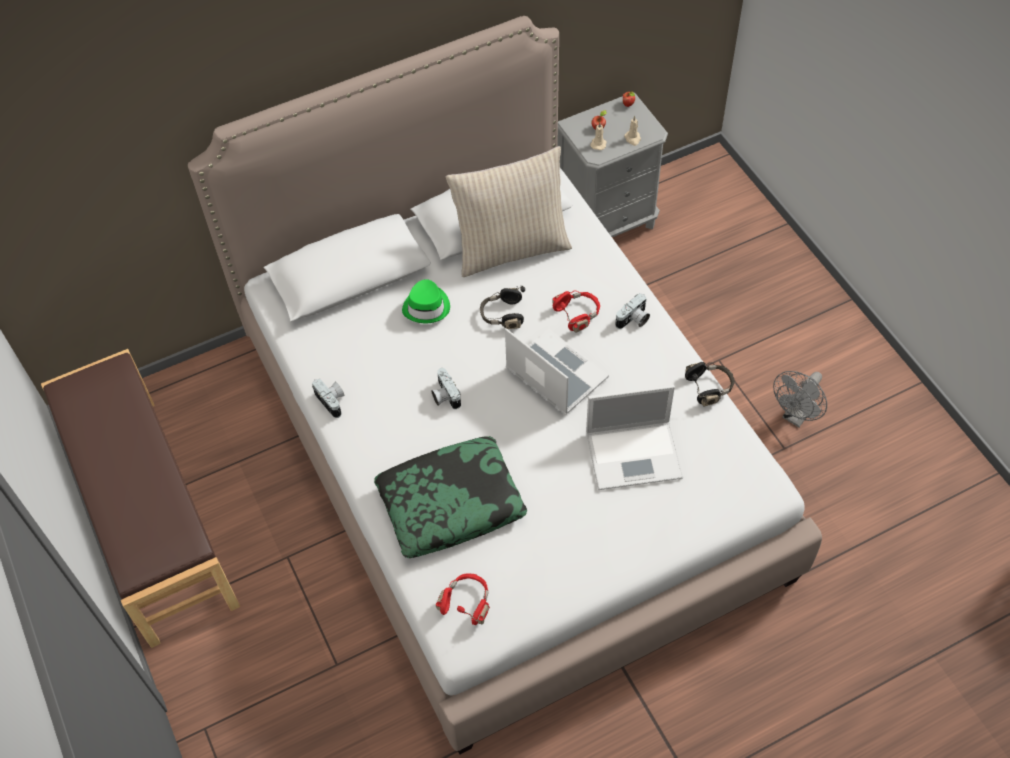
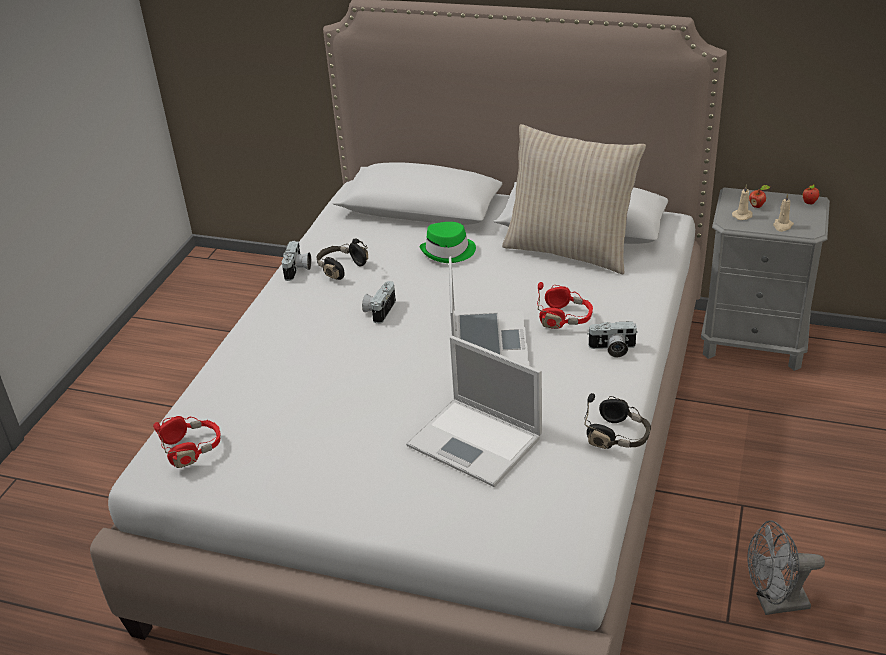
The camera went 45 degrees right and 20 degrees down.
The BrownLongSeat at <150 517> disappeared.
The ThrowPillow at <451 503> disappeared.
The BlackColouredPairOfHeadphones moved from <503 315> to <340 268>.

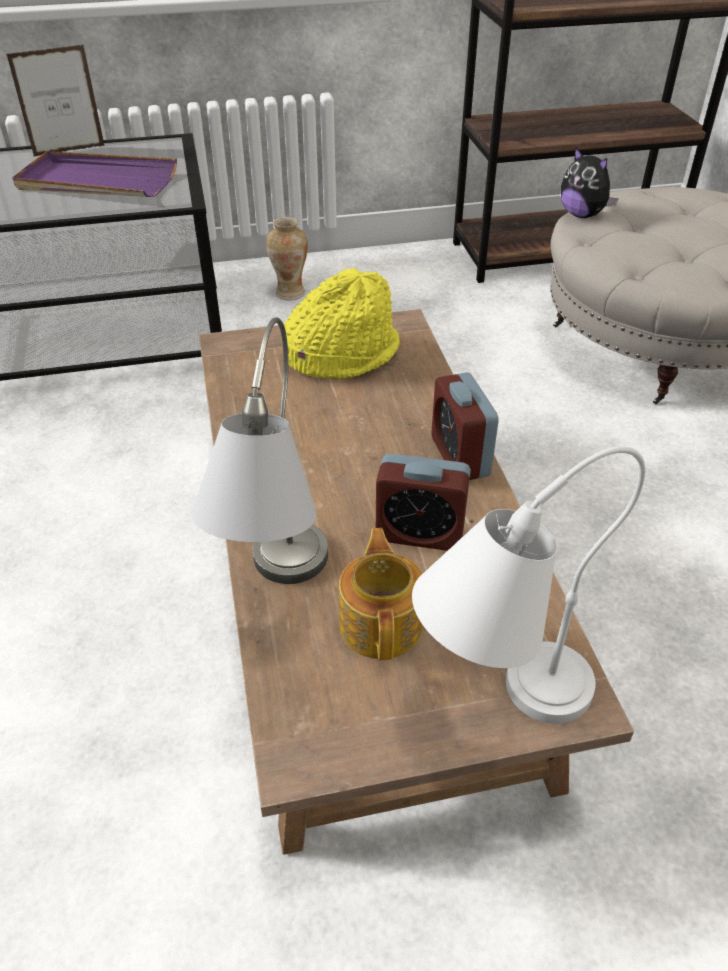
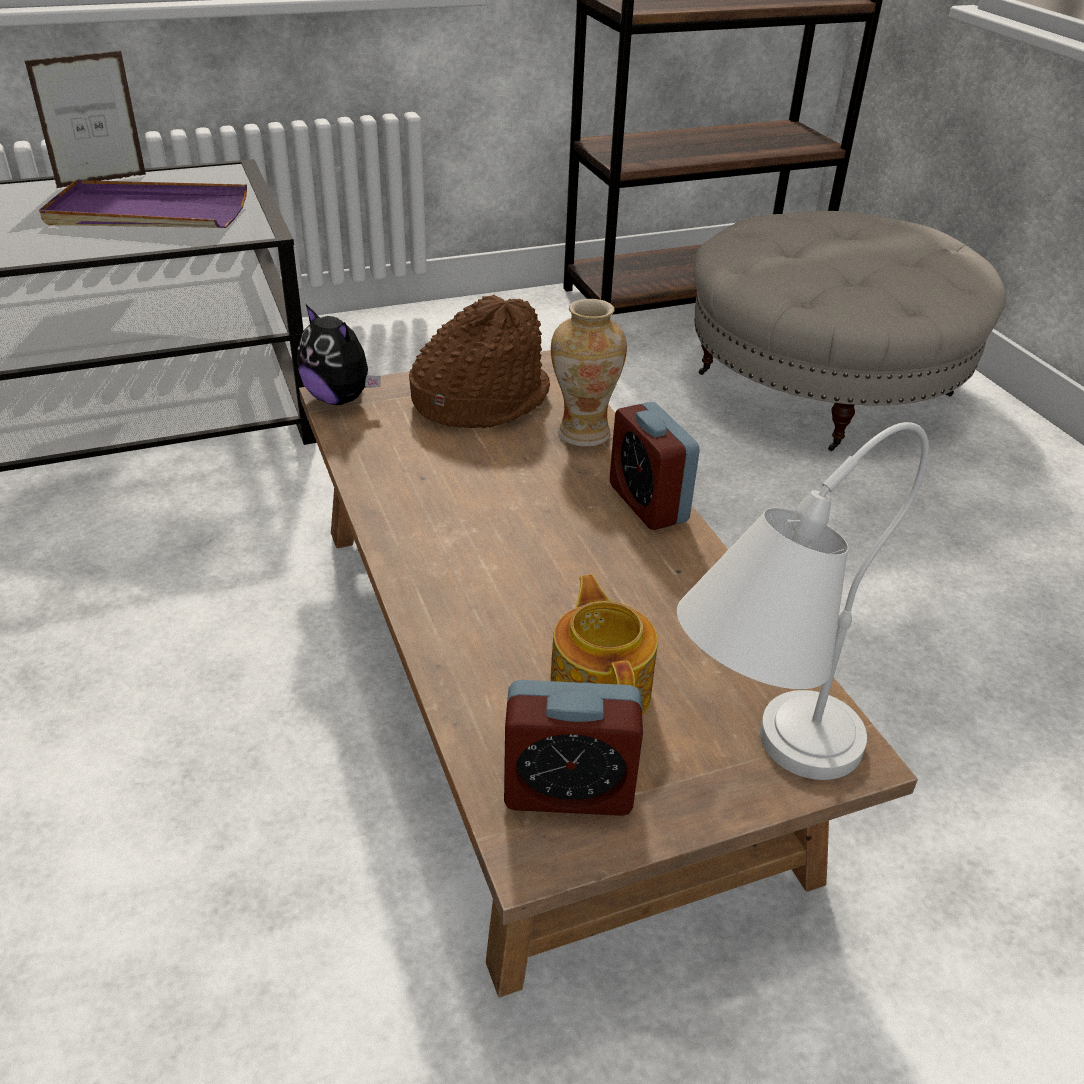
The camera went 10 degrees left and 5 degrees down.
The GrayTableLamp at <276 595> disappeared.
The DecorativeVase moved from <290 293> to <583 433>.
The YellowHat at <341 353> became the BrownHat at <480 400>.
The TableClock moved from <419 533> to <568 790>.
The CuddlyToy moved from <582 215> to <340 399>.

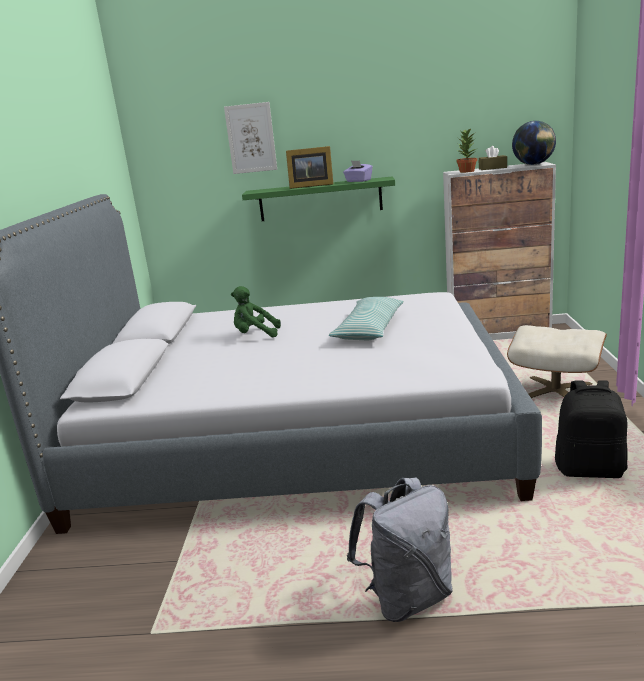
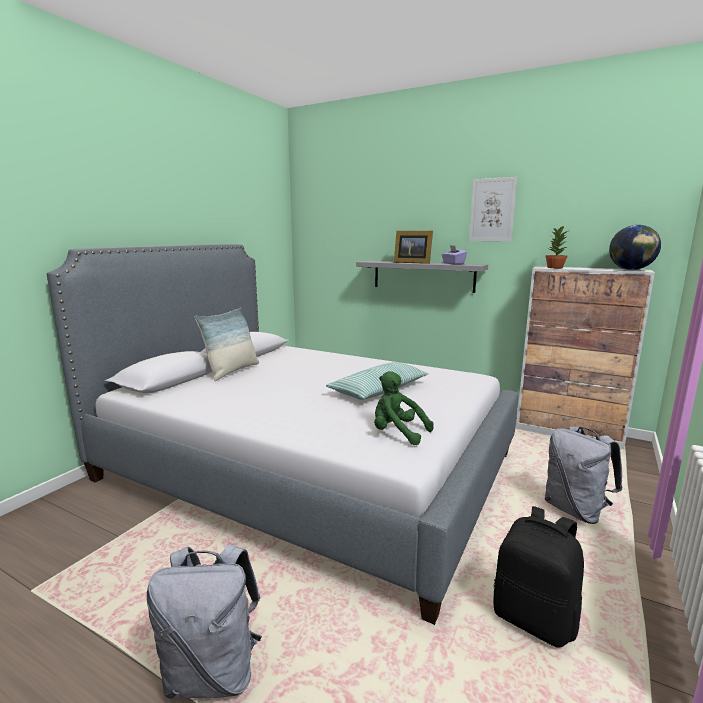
The camera went 25 degrees right and 5 degrees down.
The WallPicture moved from <251 138> to <492 210>.
The GreenishCuddlyToy moved from <255 335> to <397 433>.
The GreenishWallShelf at <320 199> became the GrayWallShelf at <423 276>.
The BrownTissueHolder at <492 168> disappeared.
The BeigeOttoman at <555 392> was replaced by the GrayBackpack at <575 510>.
The ThrowPillow at <232 371> appeared.

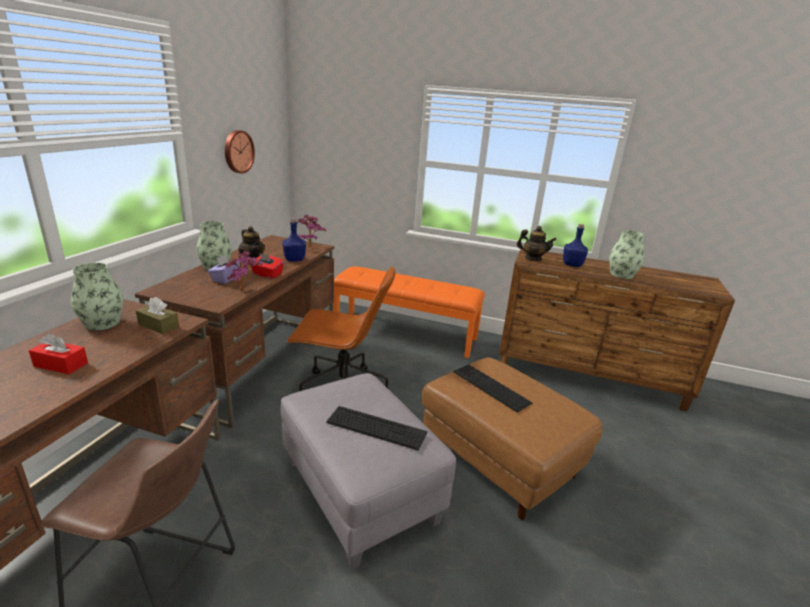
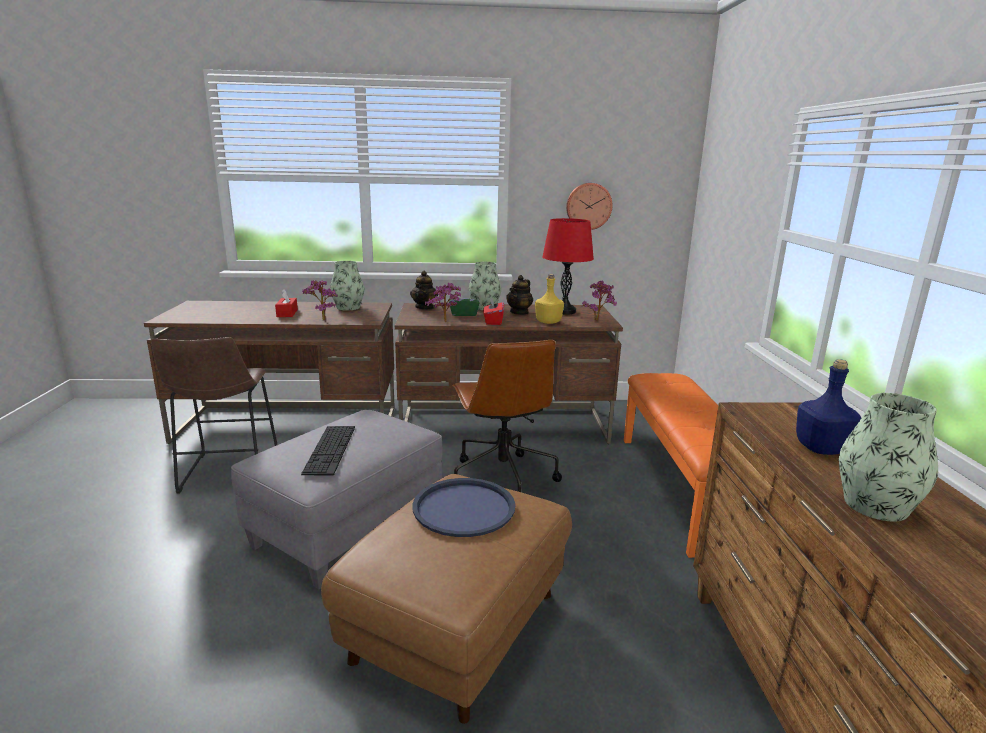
The camera went 70 degrees right and 5 degrees down.
The BrownTissueHolder at <158 325> disappeared.
The PurplishTissueHolder at <226 279> became the GreenishTissueHolder at <464 314>.
The BluishBottle at <295 259> became the YellowBottle at <548 322>.
The PcKeyboard at <491 387> was replaced by the BluishServingTray at <464 508>.
The TeaPot moved from <533 258> to <424 307>.
The PlantInAPot at <321 320> appeared.
The ReddishTableLamp at <564 311> appeared.

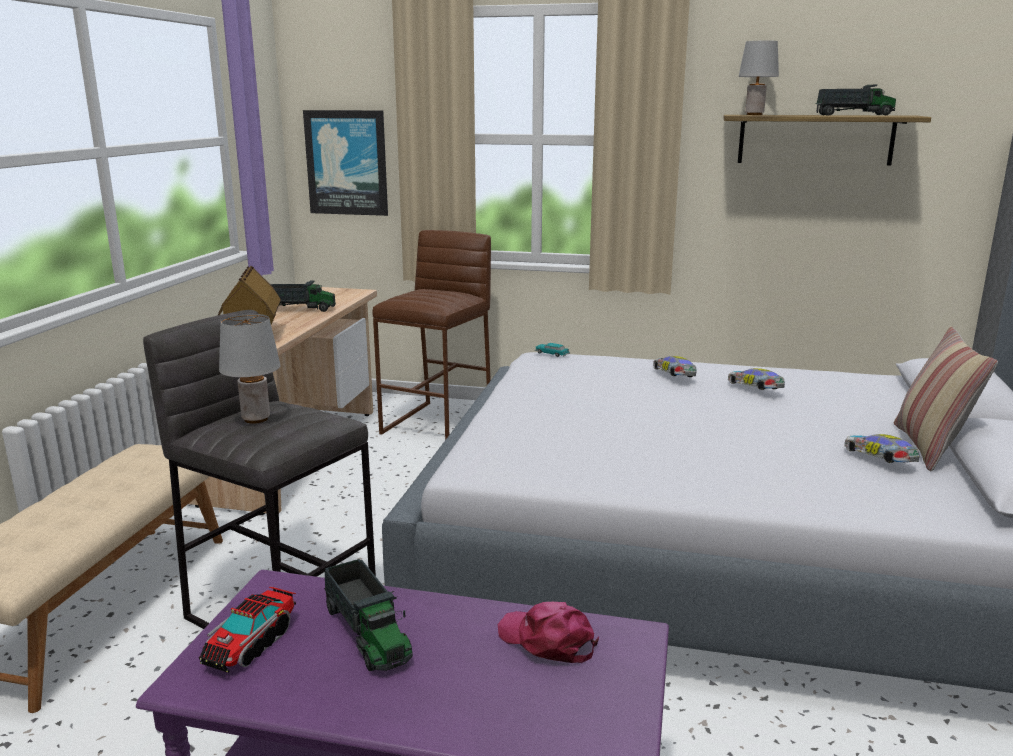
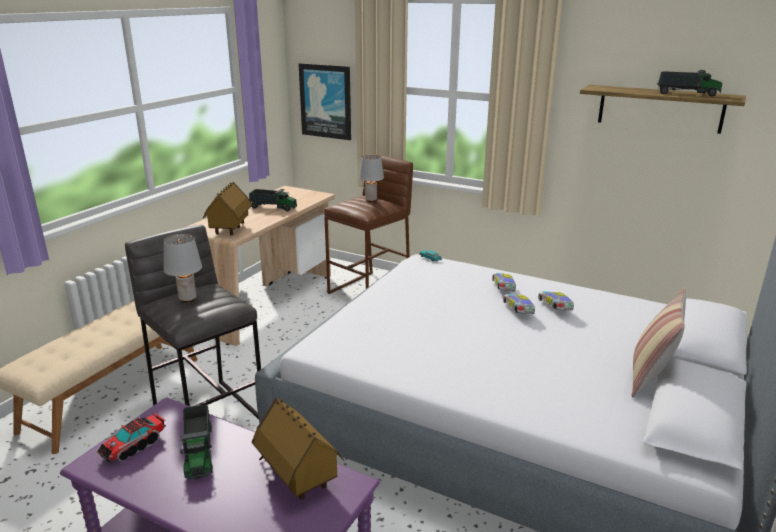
The camera went 15 degrees right and 5 degrees up.
The PinkColouredPeakedCap at <547 640> was replaced by the MiniatureHouse at <297 477>.
The GrayTableLamp moved from <754 115> to <371 200>.
The MiniatureCar moved from <880 461> to <518 311>.

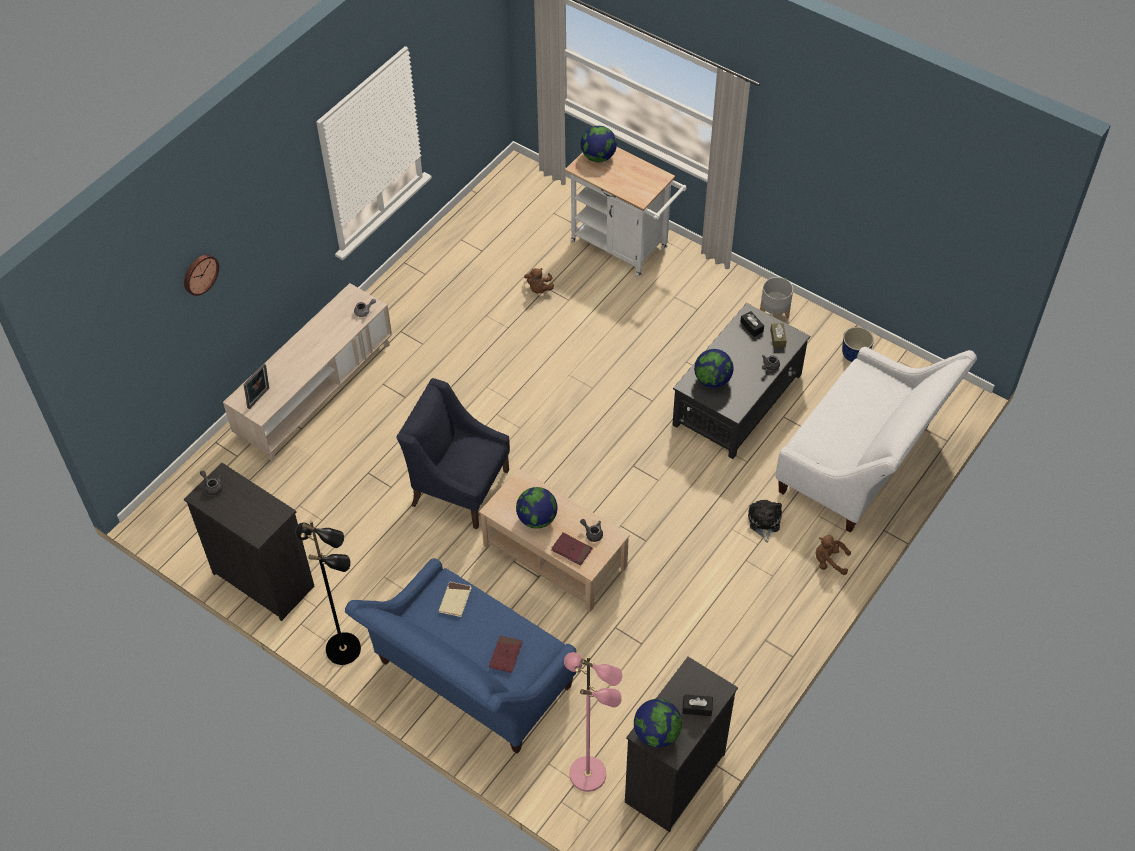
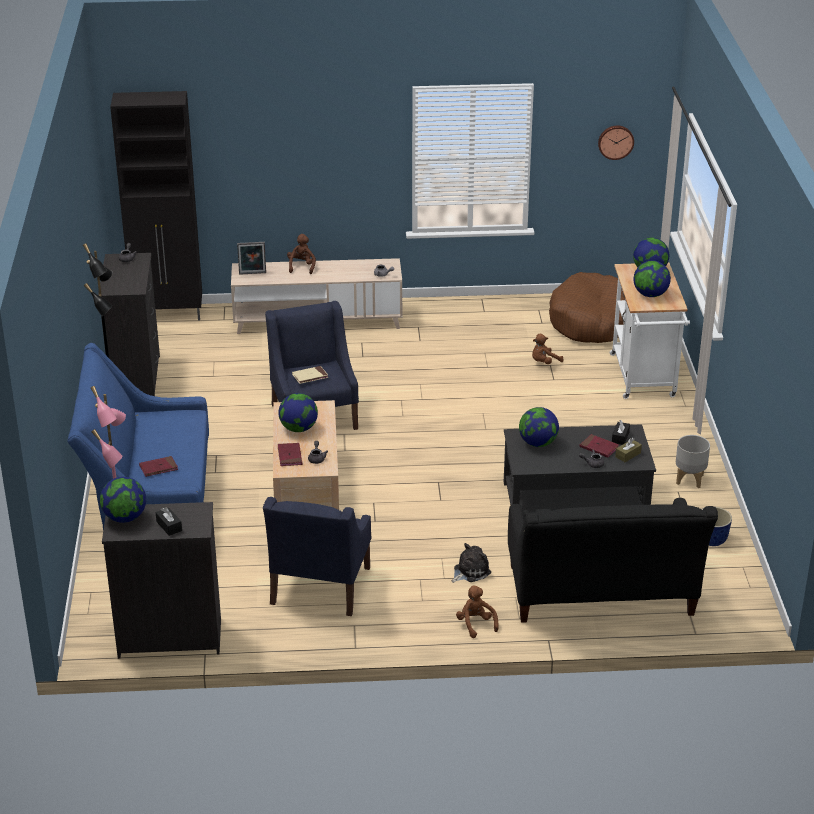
The camera went 50 degrees right and 20 degrees down.
The ClockOnTheWall moved from <199 274> to <615 141>.
The BeigeVolume moved from <455 600> to <310 376>.
The WhiteColouredCouch at <862 464> became the BlackColouredCouch at <602 597>.
The BlackColouredCabinet at <169 314> appeared.
The BluishEasyChair at <319 586> appeared.
The BrownCuddlyToy at <301 266> appeared.
The BrownDogBed at <590 321> appeared.
The ReddishVolume at <599 447> appeared.
The WorldGlobe at <650 294> appeared.

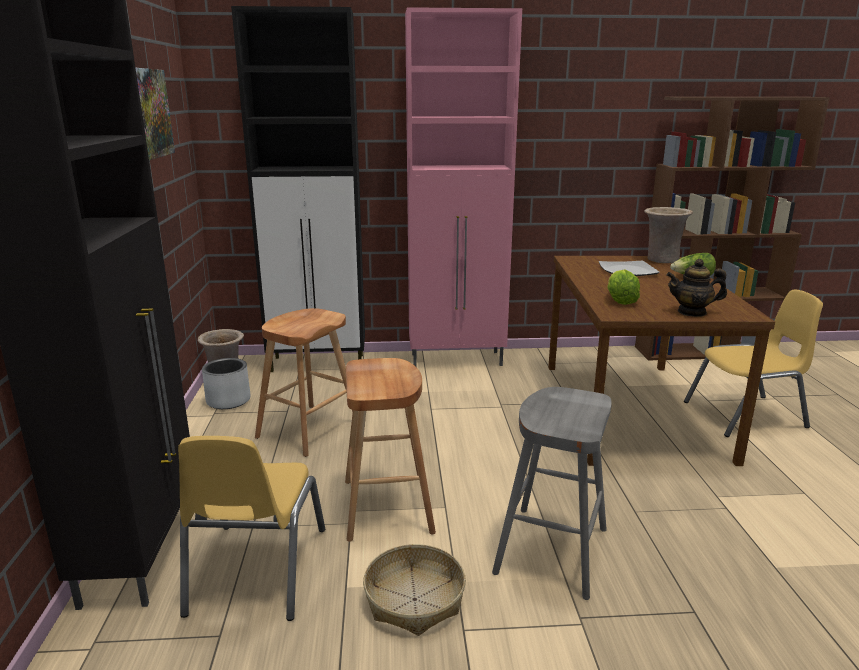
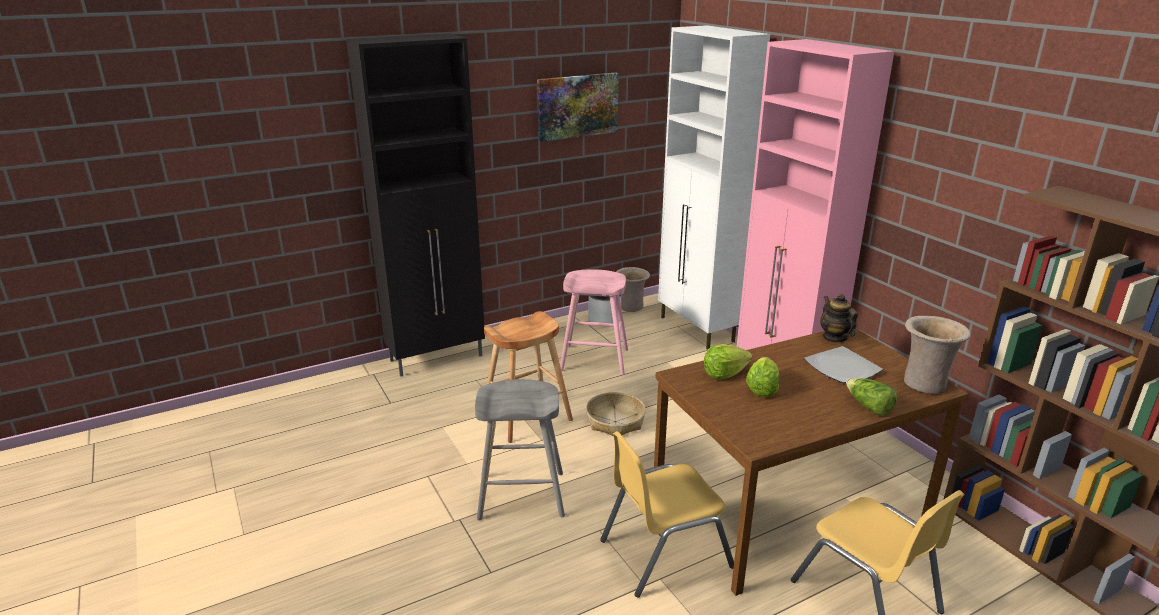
The camera went 65 degrees right and 5 degrees up.
The YellowChair moved from <256 570> to <664 552>.
The BlackColouredCabinet at <319 363> became the WhiteColouredCabinet at <697 329>.
The BrownStoolSeat at <308 430> became the PinkColouredStoolSeat at <594 360>.
The HouseholdBasket moved from <414 599> to <615 421>.
The TeaPot moved from <692 312> to <834 337>.
The HeadOfLettuce at <762 389> appeared.

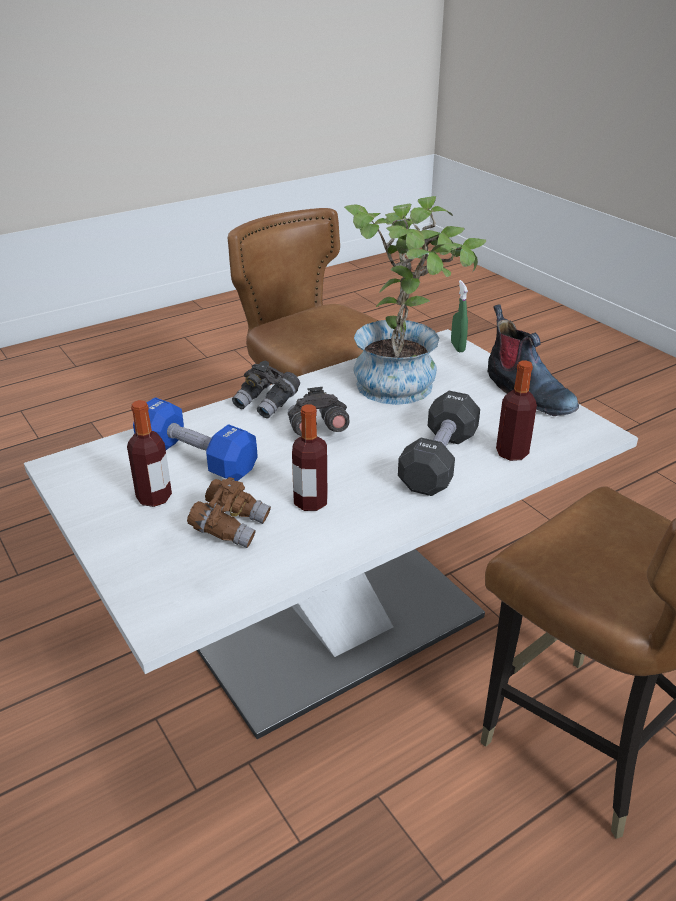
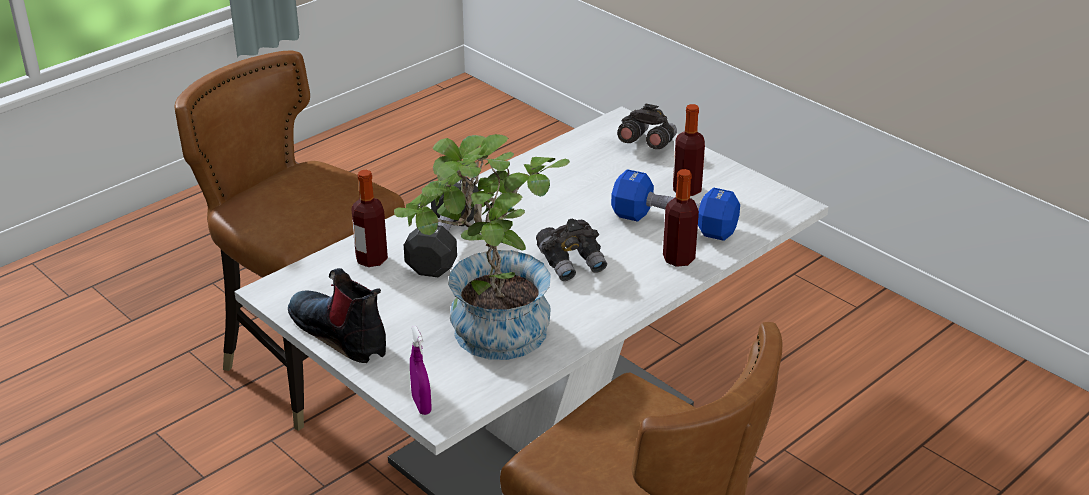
The camera went 170 degrees right and 0 degrees up.
The BrownBinoculars at <231 527> disappeared.
The GrayBinoculars moved from <267 403> to <646 144>.
The Bottle moved from <310 502> to <678 259>.
The GreenishHandSprayer at <457 347> became the PurplishHandSprayer at <421 405>.

